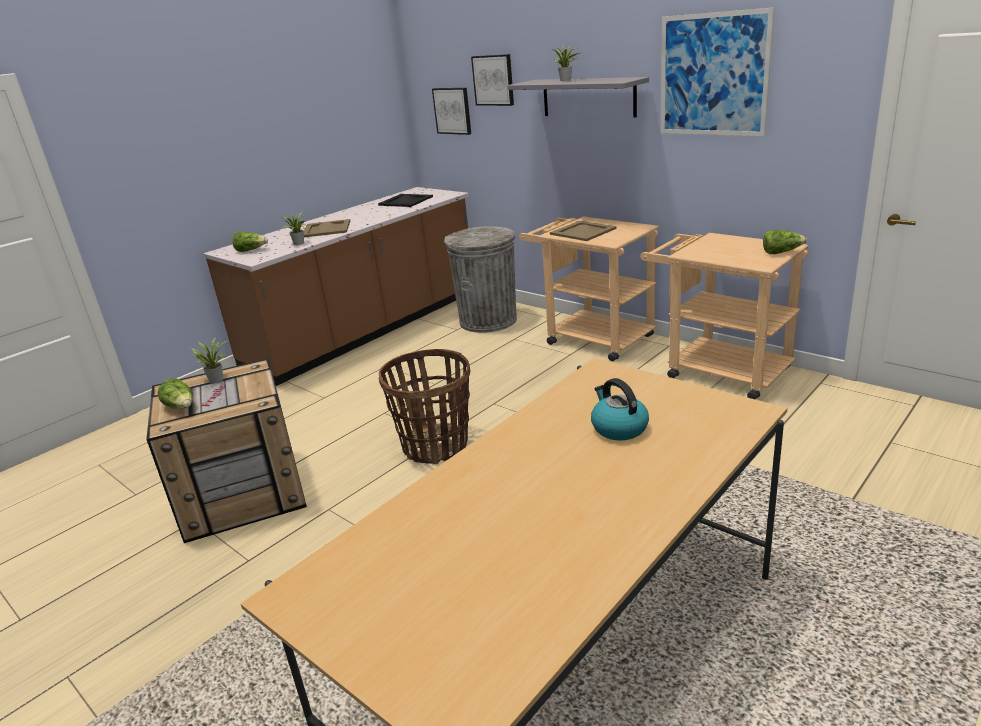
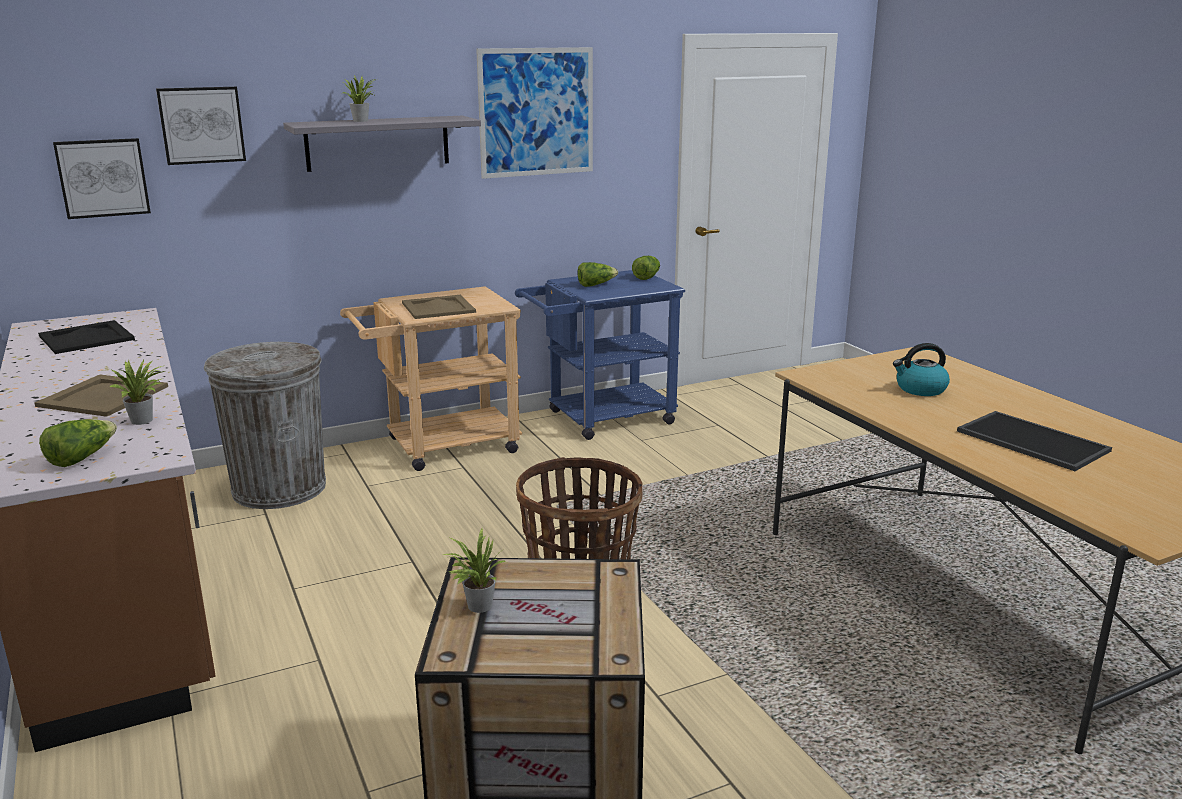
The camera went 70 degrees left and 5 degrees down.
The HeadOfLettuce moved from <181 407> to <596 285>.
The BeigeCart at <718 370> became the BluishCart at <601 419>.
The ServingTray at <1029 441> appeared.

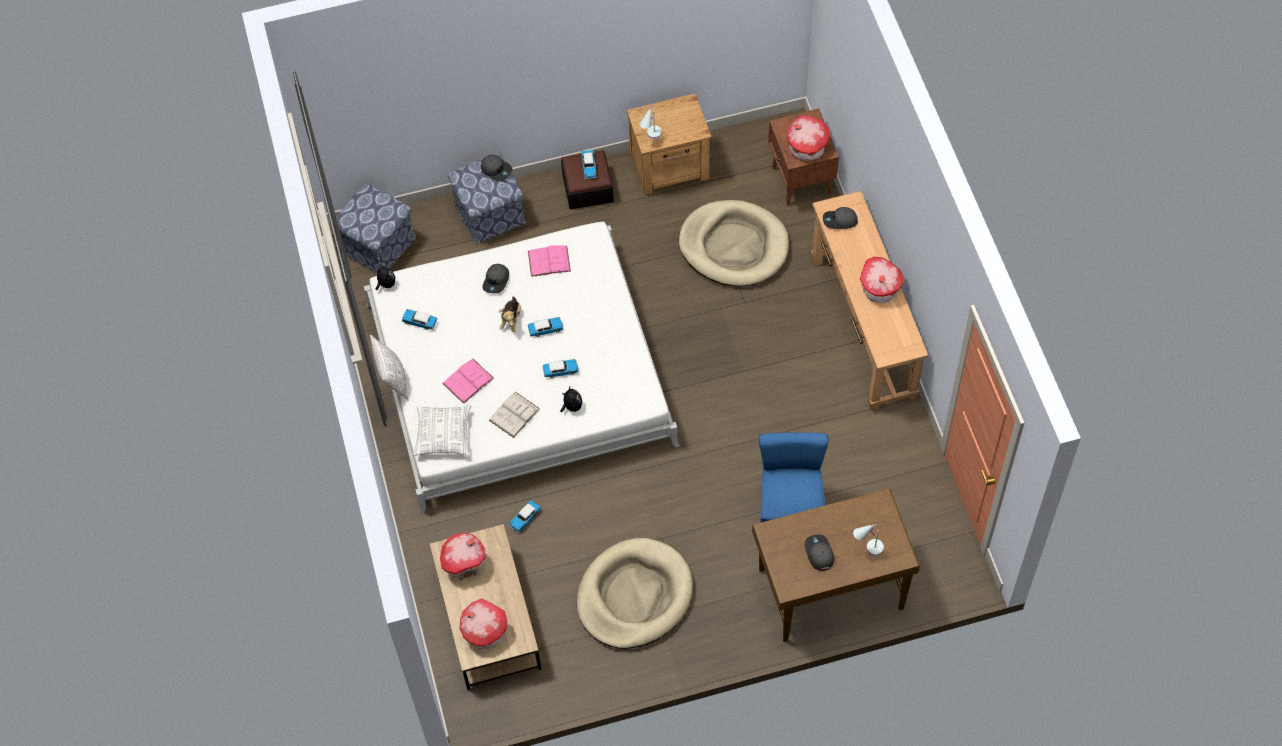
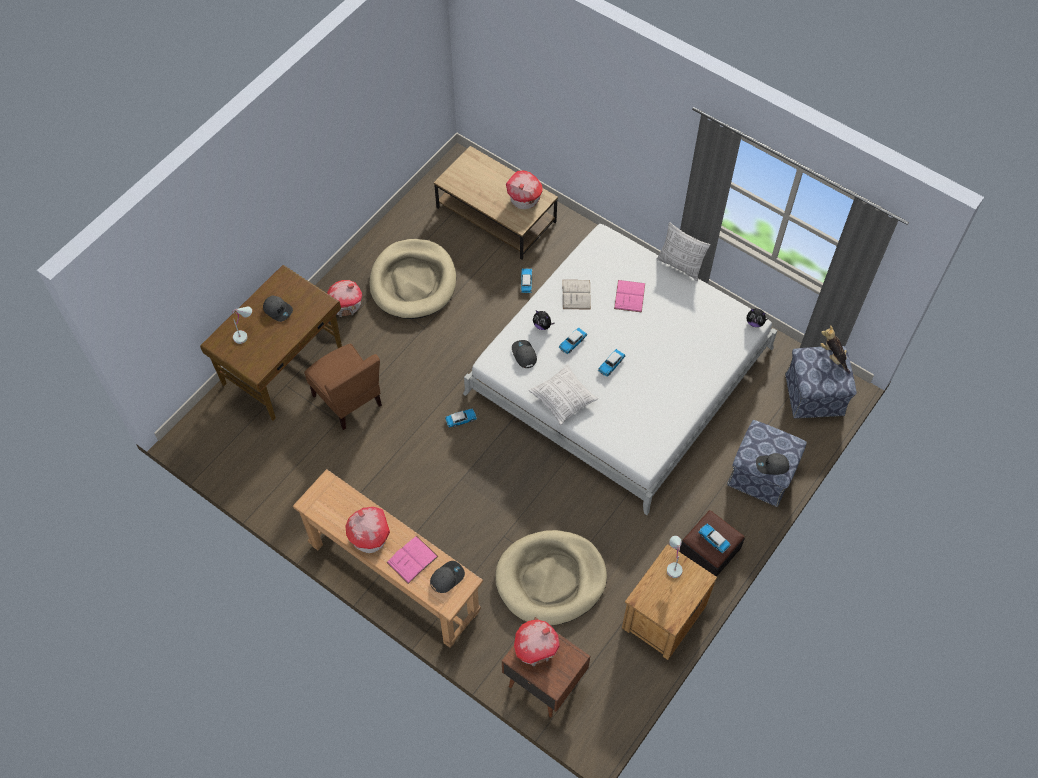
The camera went 140 degrees right and 0 degrees up.
The MiniatureCar moved from <419 322> to <461 420>.
The ThrowPillow moved from <443 435> to <563 399>.
The MiniatureHouse moved from <484 632> to <345 305>.
The GrayPeakedCap moved from <496 281> to <524 355>.
The CuddlyToy moved from <511 319> to <833 356>.
The PinkColouredVolume moved from <549 261> to <412 559>.
The BluishChair at <790 511> became the BrownChair at <348 400>.

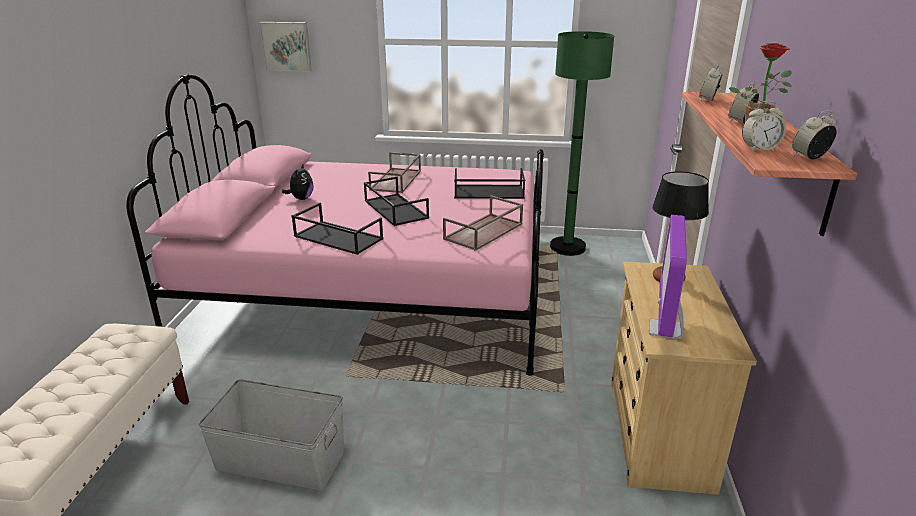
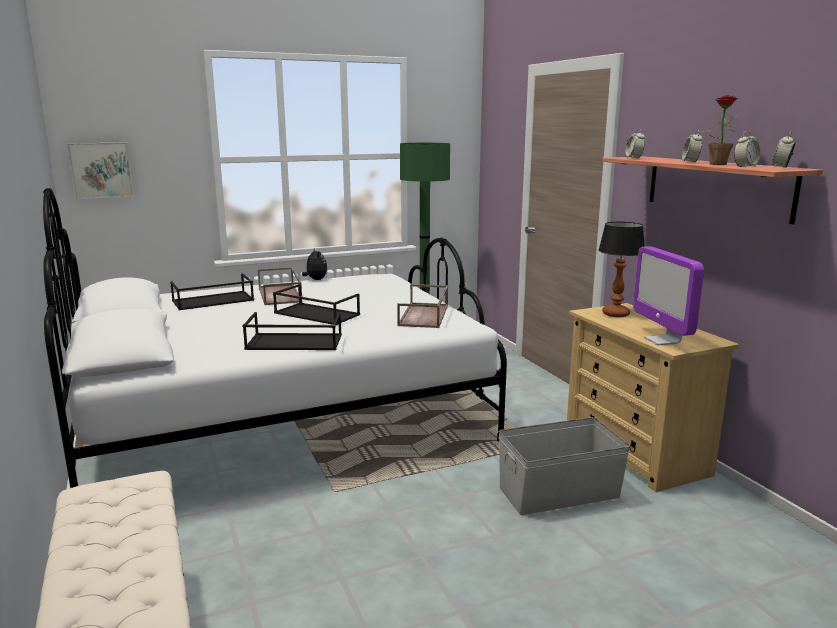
The camera went 30 degrees left and 10 degrees down.
The PinkColouredBedroomBed at <374 293> became the WhiteColouredBedroomBed at <283 419>.
The GrayStorageBin moved from <280 459> to <558 492>.
The CuddlyToy moved from <301 198> to <315 279>.
The BlackColouredServingTray moved from <488 192> to <212 301>.

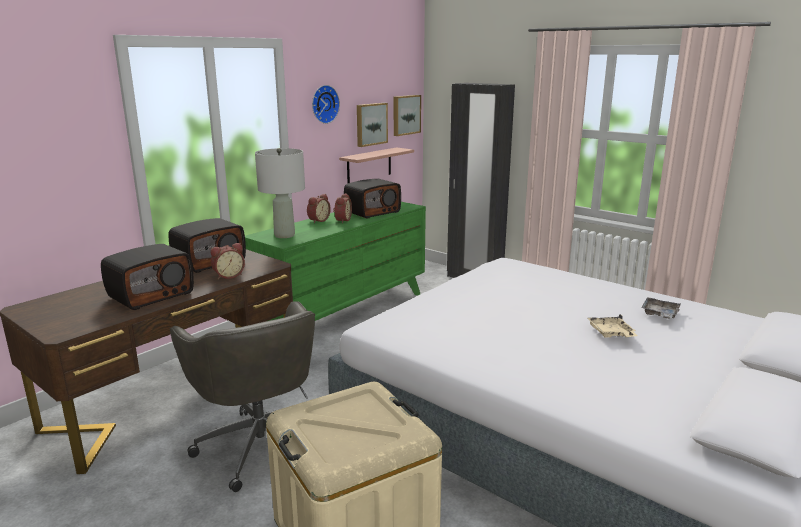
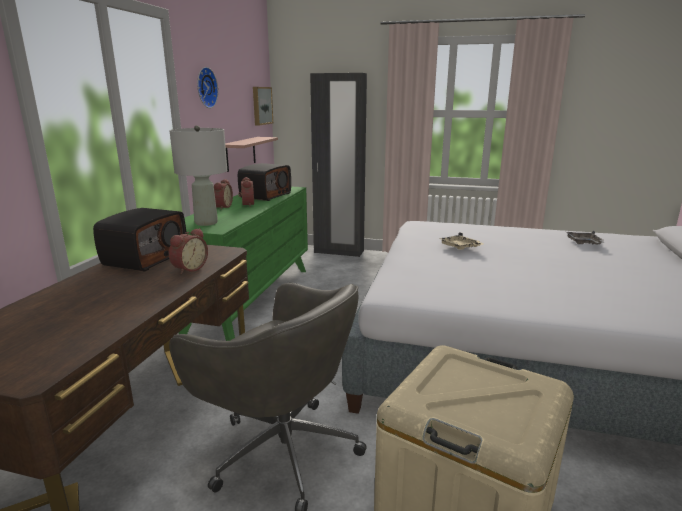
The camera went 25 degrees left and 0 degrees up.
The RadioSet at <151 295> disappeared.
The WallPicture at <370 124> disappeared.
The BeigeServingTray moved from <611 333> to <460 247>.

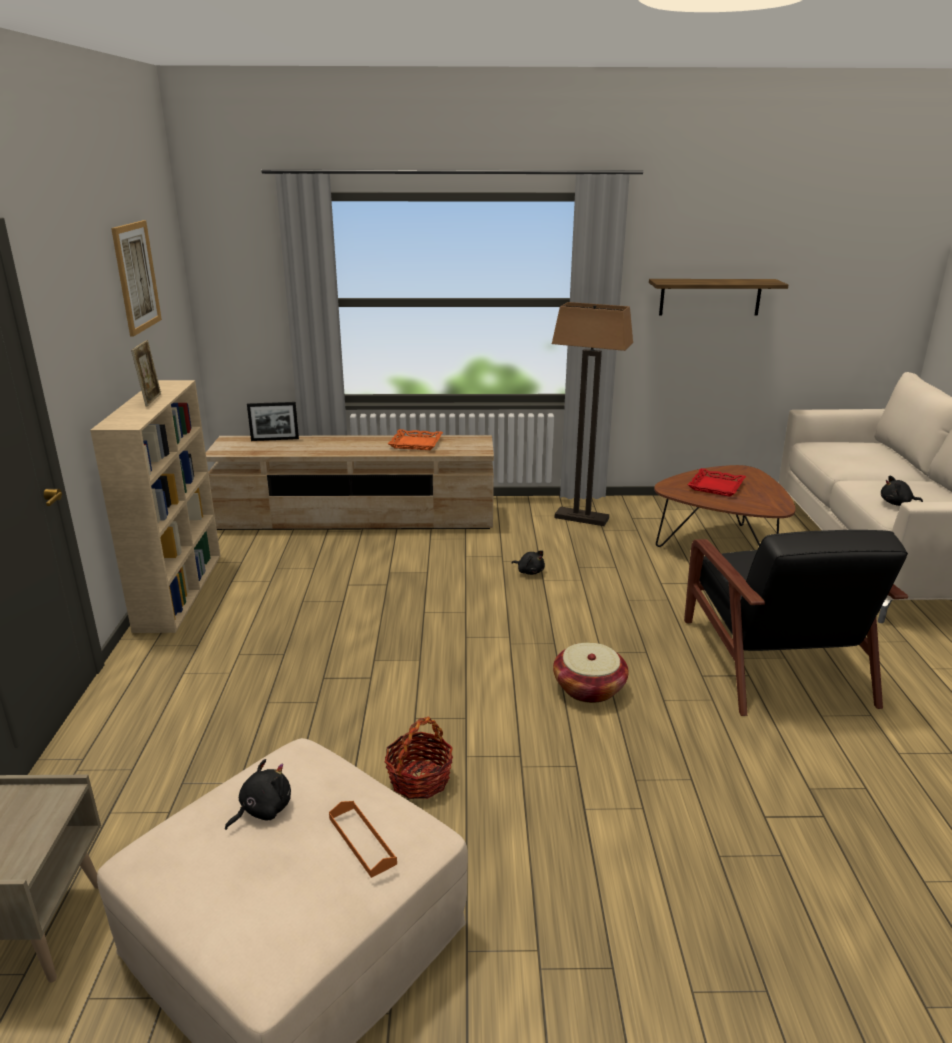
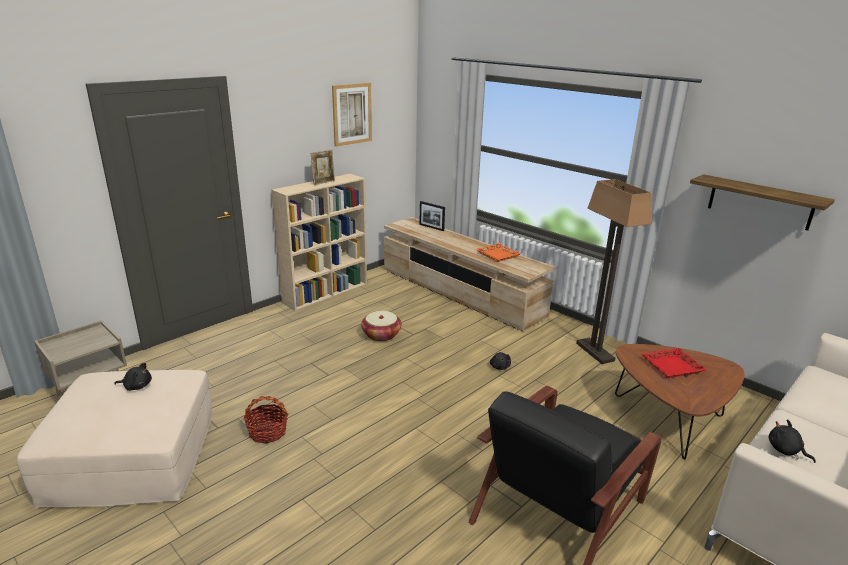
The camera went 45 degrees right and 0 degrees up.
The OrangeColouredServingTray at <362 841> disappeared.
The HouseholdBasket moved from <589 688> to <381 335>.

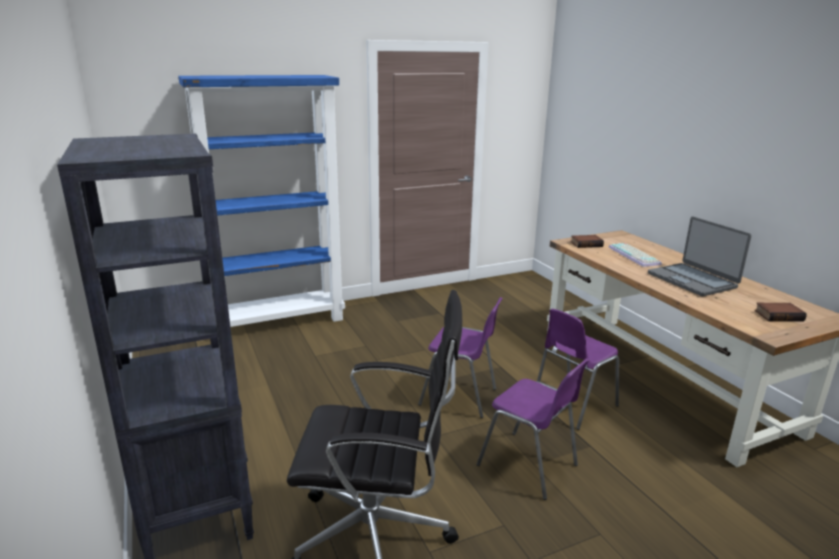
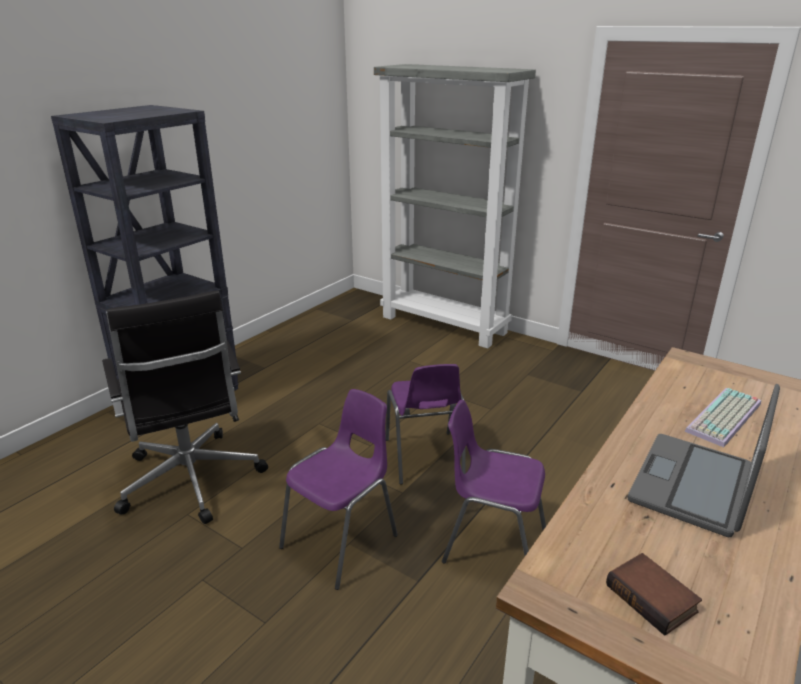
The camera went 60 degrees right and 5 degrees up.
The BluishShelvingUnit at <280 321> became the GrayShelvingUnit at <445 324>.
The PurplishChair at <529 466> turned 150 degrees counterclockwise.
The Volume at <586 244> disappeared.

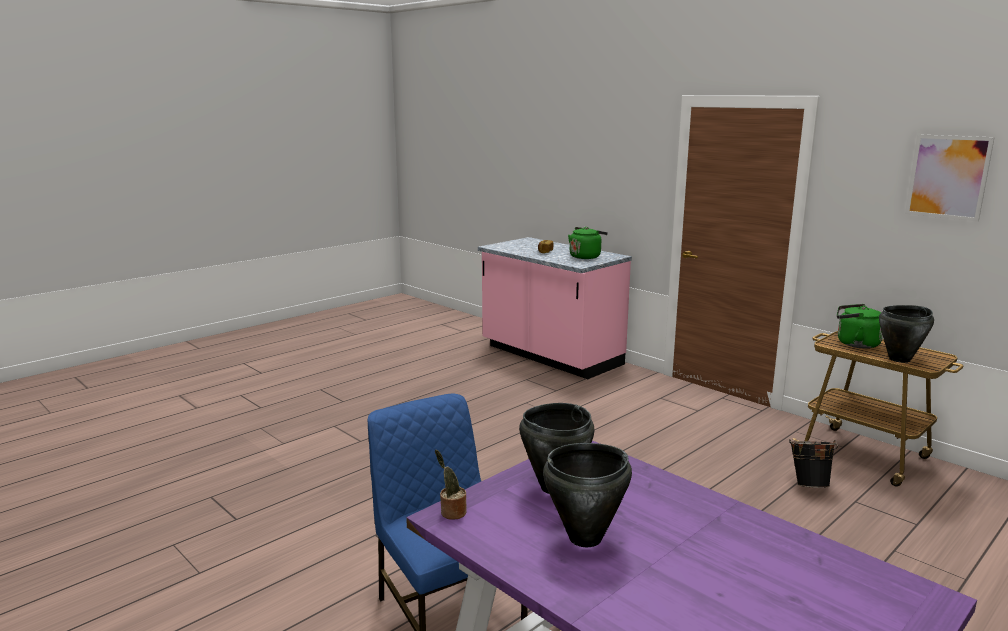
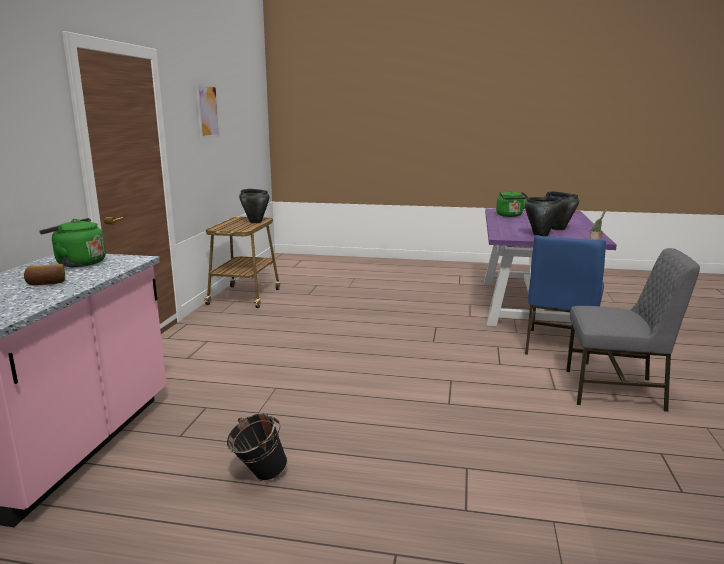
The camera went 125 degrees left and 0 degrees up.
The BlackColouredWaterBucket moved from <809 484> to <258 476>.
The GreenishKettle moved from <854 344> to <510 216>.
The GrayChair at <616 391> appeared.

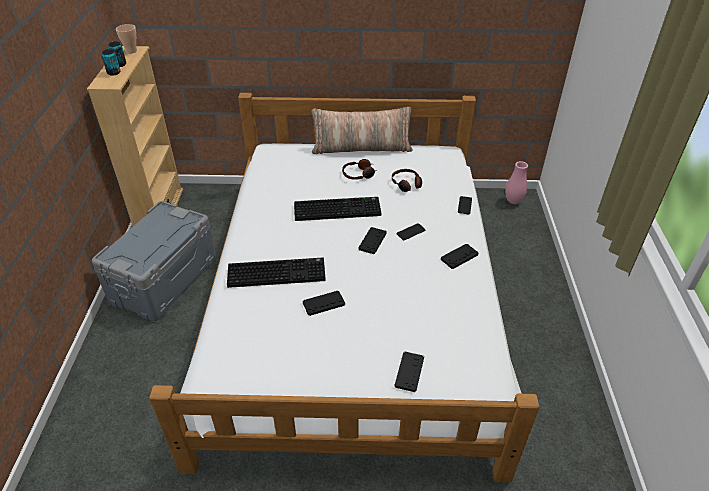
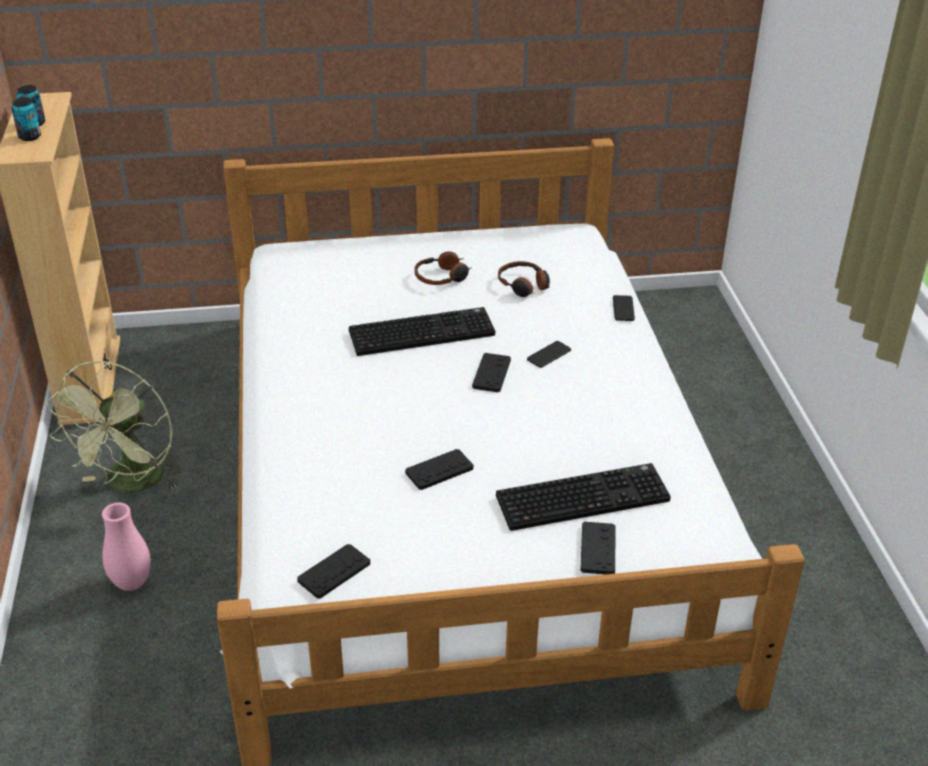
The camera went 10 degrees left and 5 degrees down.
The GrayStorageBin at <165 280> was replaced by the GreenishFan at <131 484>.
The Cup at <131 51> disappeared.
The PcKeyboard moved from <277 272> to <583 496>.
The ThrowPillow at <361 148> disappeared.
The BlackColouredGameController moved from <459 257> to <334 572>.
The PinkColouredDecorativeVase moved from <513 201> to <132 583>.

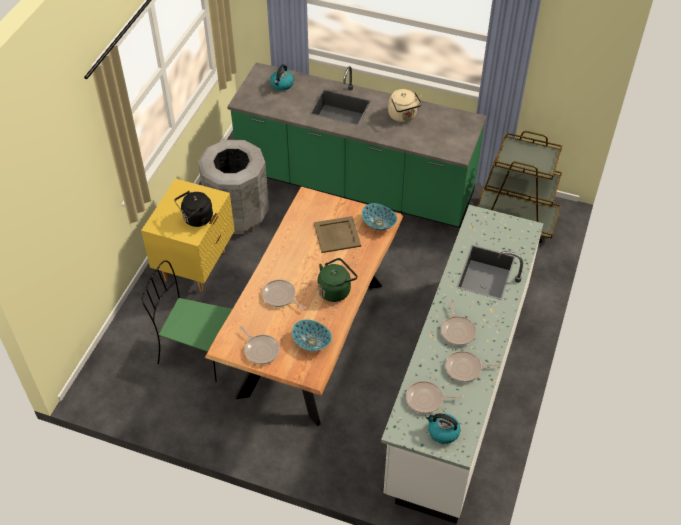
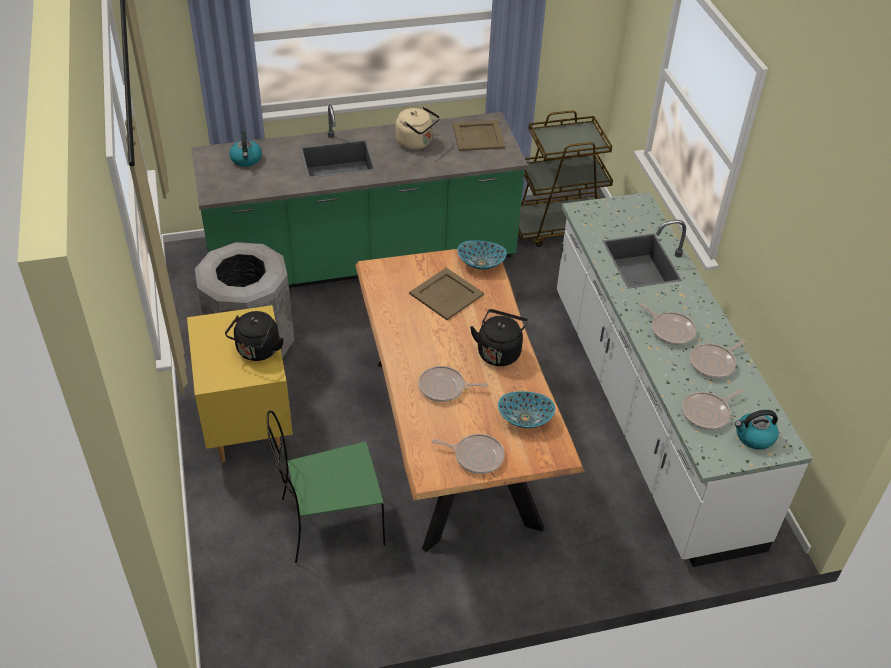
The camera went 35 degrees left and 5 degrees down.
The GreenishKettle at <336 290> became the BlackColouredKettle at <499 351>.
The BeigeServingTray at <478 136> appeared.

